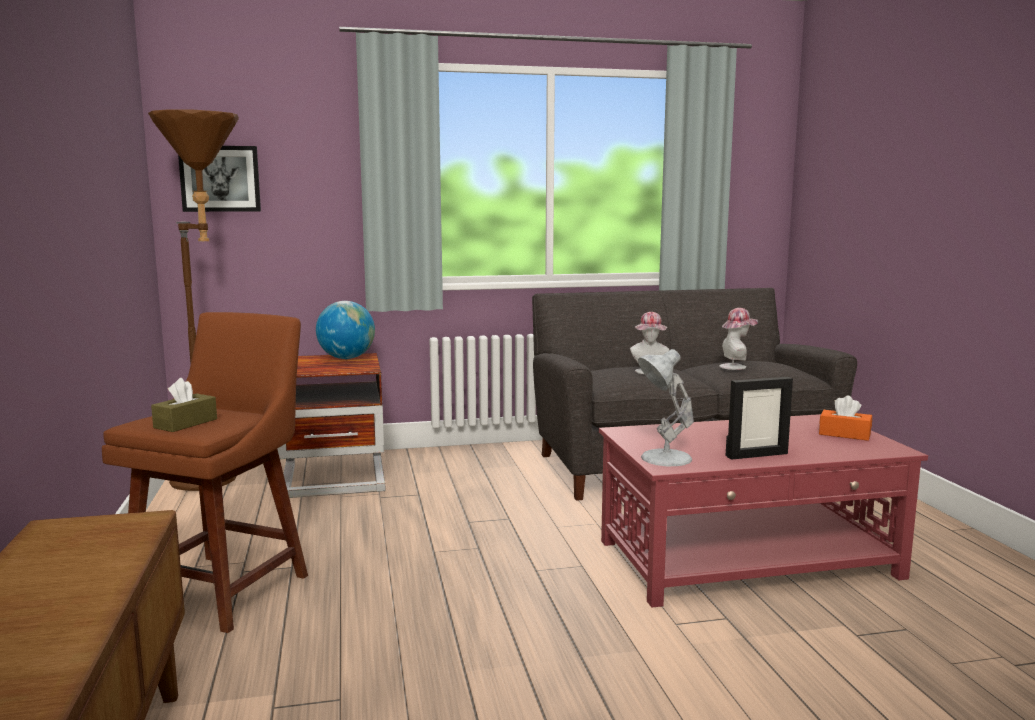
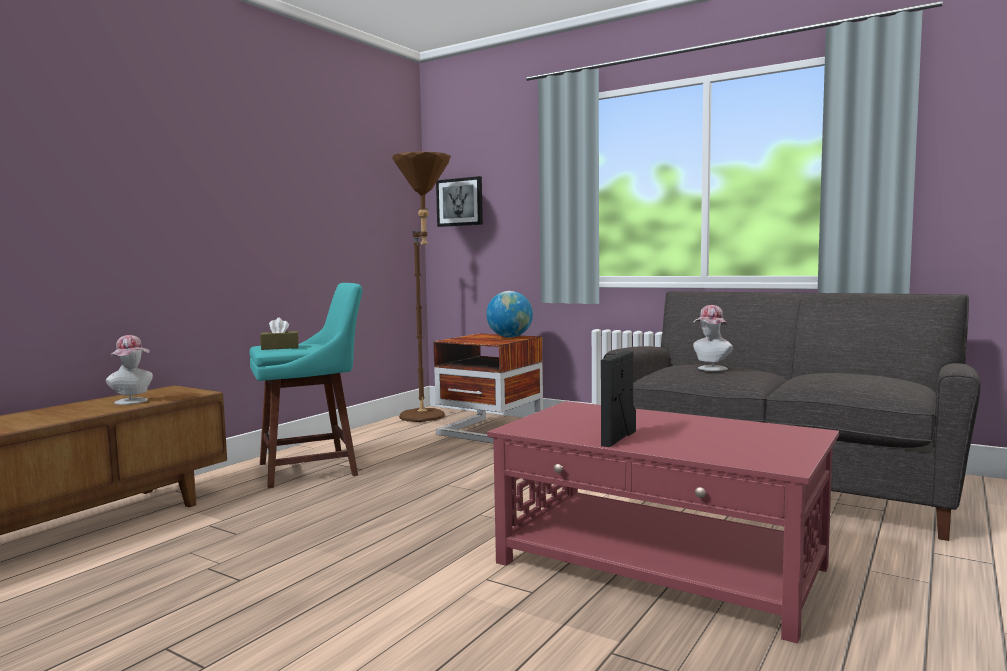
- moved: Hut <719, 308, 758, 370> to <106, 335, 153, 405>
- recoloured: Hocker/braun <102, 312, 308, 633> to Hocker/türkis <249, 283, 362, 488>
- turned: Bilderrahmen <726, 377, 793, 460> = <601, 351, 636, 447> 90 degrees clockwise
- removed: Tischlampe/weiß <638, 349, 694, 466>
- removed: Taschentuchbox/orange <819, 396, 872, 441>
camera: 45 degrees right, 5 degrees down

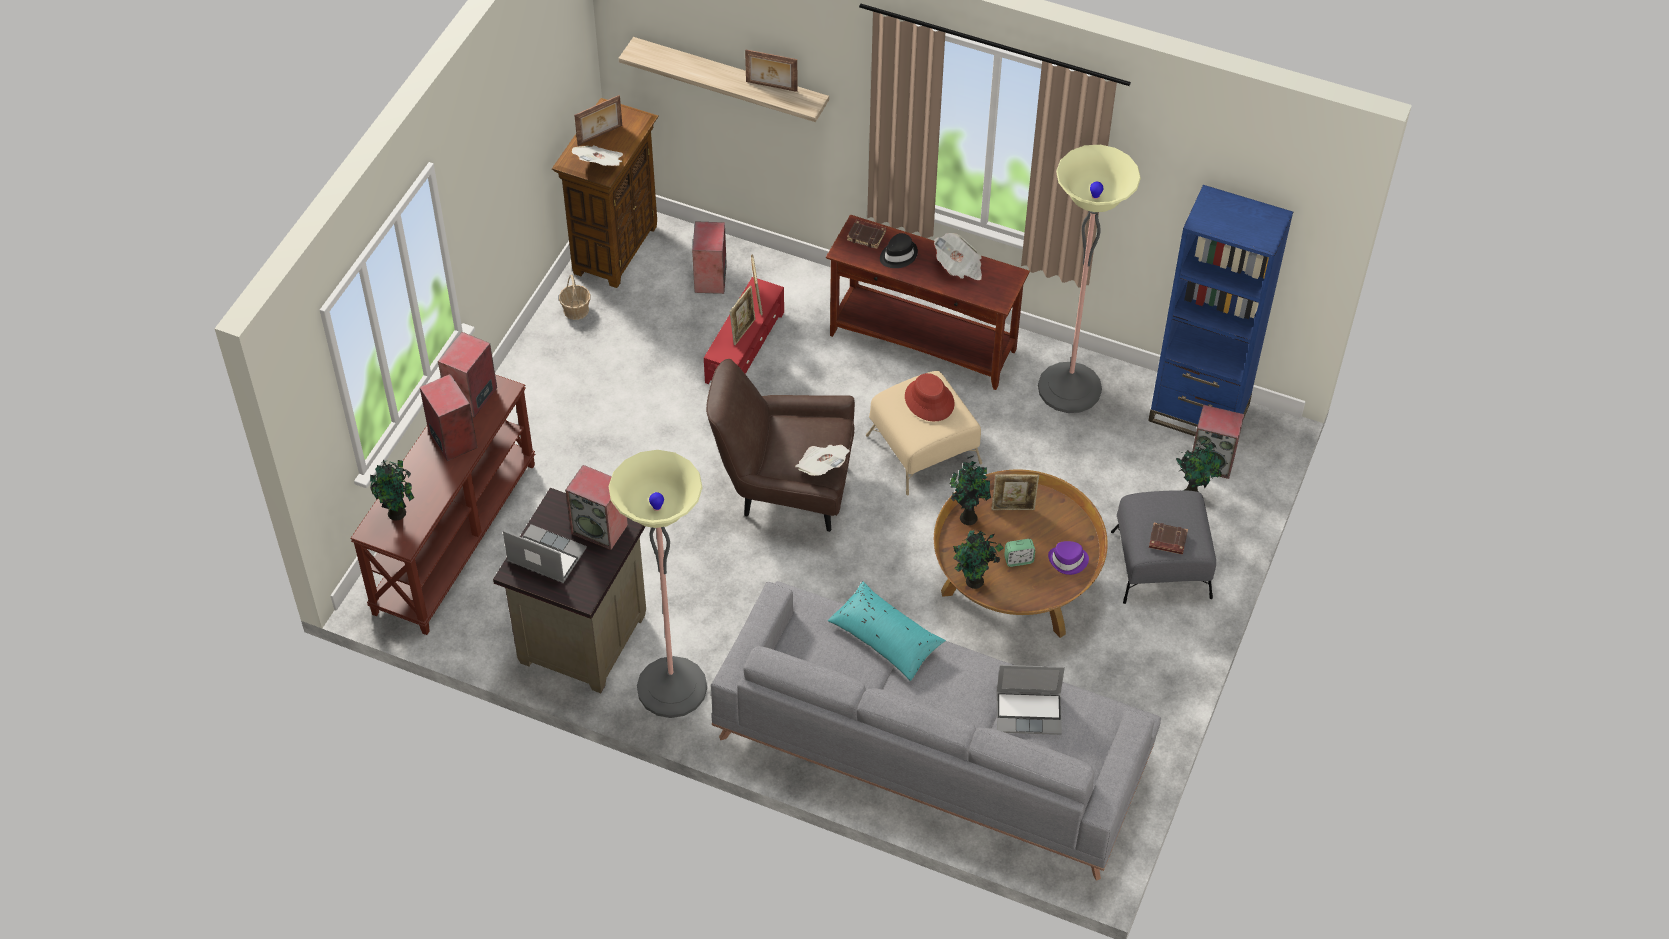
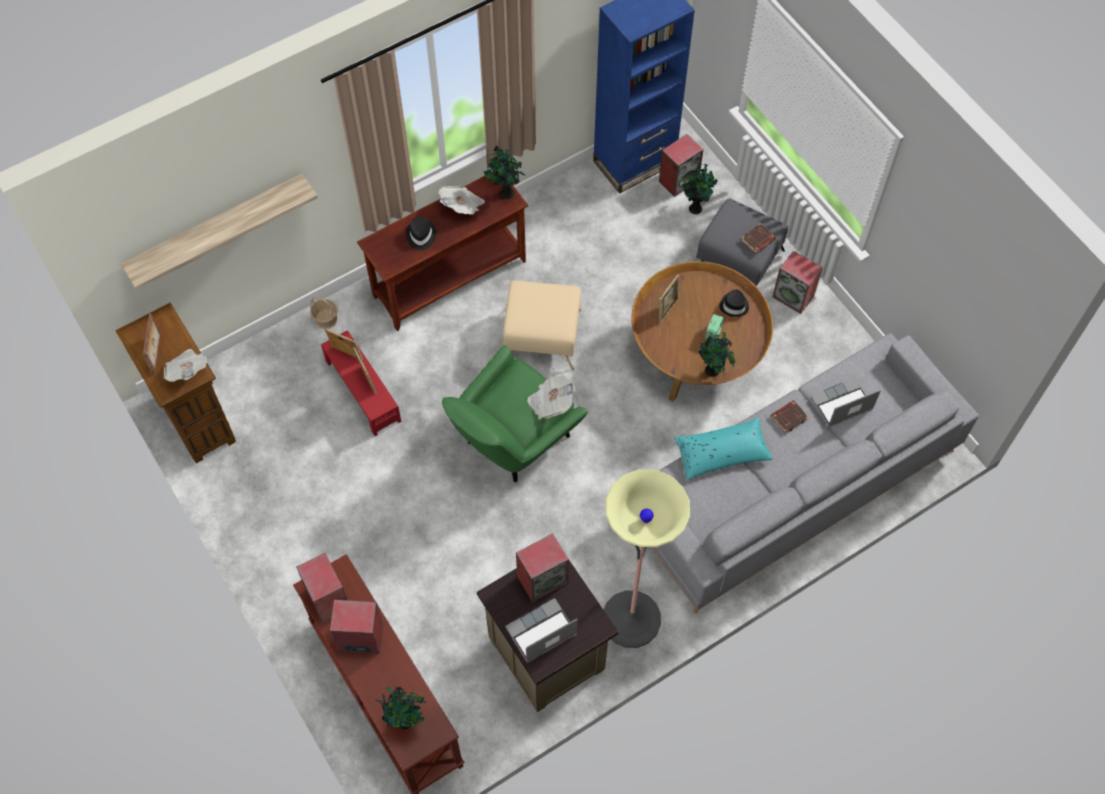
- moved: Korb <559, 275, 591, 320> to <310, 297, 338, 329>
- recoloured: Sessel/braun <706, 359, 855, 532> to Sessel/grün <442, 345, 588, 482>
- moved: Topfpflanze <950, 455, 991, 525> to <484, 146, 525, 199>
- recoloured: Hut/lila <1048, 541, 1089, 575> to Hut/schwarz <719, 289, 749, 317>
- moved: Buch/braun <847, 219, 886, 249> to <771, 400, 808, 434>
- moved: Lautsprecher <692, 221, 727, 294> to <772, 250, 823, 314>
- turned: Laptop <997, 665, 1065, 735> = <811, 378, 881, 427> 150 degrees counterclockwise
- removed: Bilderrahmen <745, 49, 797, 92>
- removed: Hut/rot <905, 373, 954, 421>
- removed: Stehlampe <1038, 144, 1141, 413>
camera: 55 degrees left, 10 degrees up

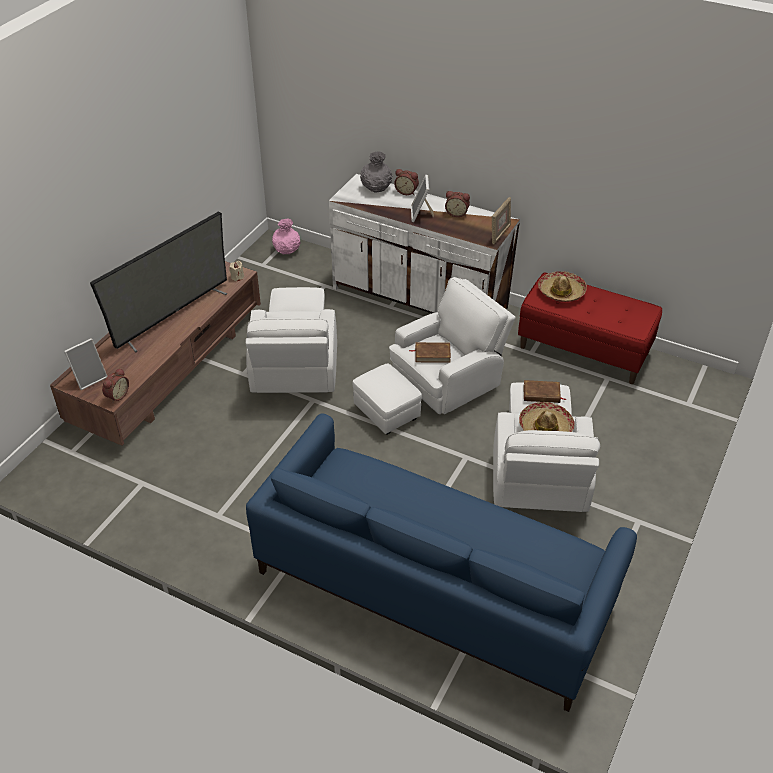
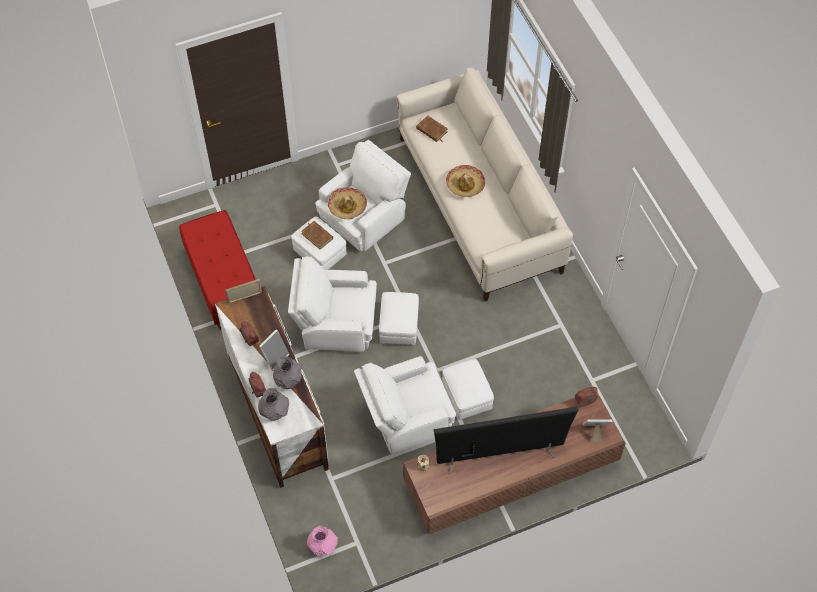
- added: Vase/grau <273, 356, 302, 389>
- turned: Sessel/weiß <246, 287, 337, 393> = <354, 356, 494, 454> 150 degrees counterclockwise
- recoloured: Sofa/blau <246, 413, 637, 712> to Sofa/beige <396, 67, 573, 301>
- moved: Buch/braun <410, 342, 451, 363> to <416, 116, 448, 143>
- moved: Hut <538, 271, 587, 302> to <446, 165, 485, 197>
camera: 140 degrees left, 15 degrees up

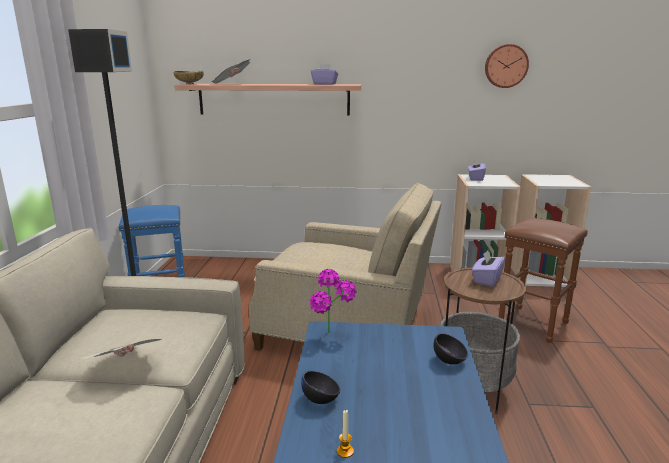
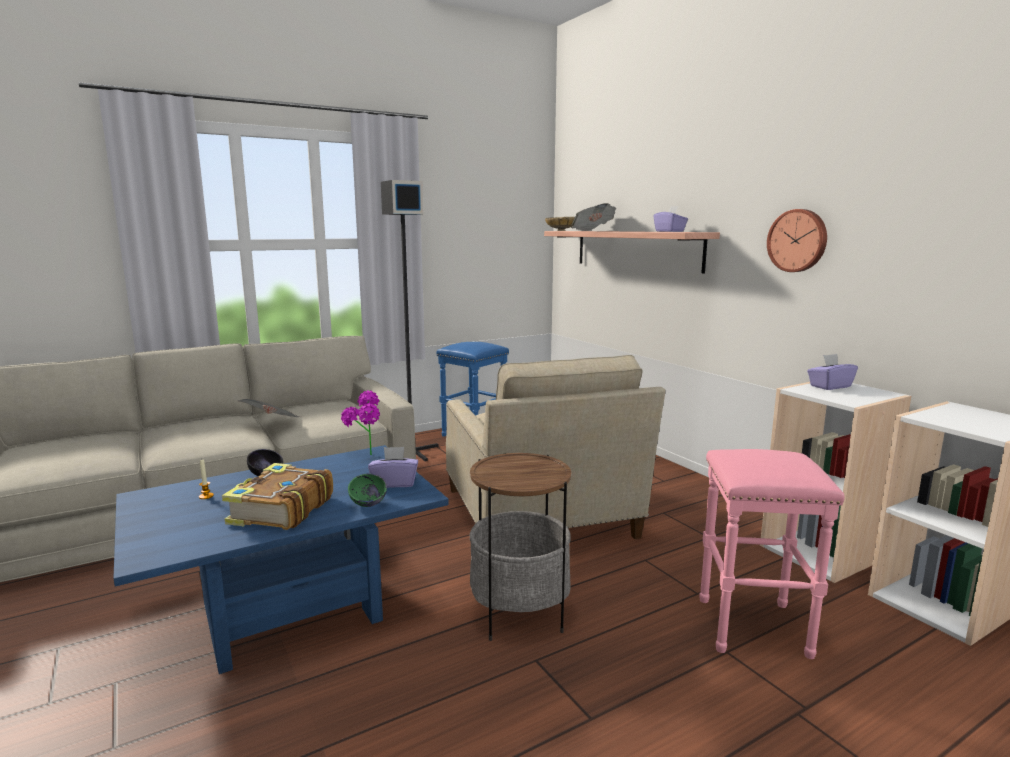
- added: Buch <222, 463, 333, 530>
- recoloured: Schüssel/schwarz <434, 333, 468, 365> to Schüssel/grün <348, 474, 387, 507>
- moved: Taschentuchbox/lila <472, 249, 505, 287> to <368, 447, 418, 488>
- recoloured: Hocker/braun <499, 218, 588, 343> to Hocker/rosa <699, 449, 845, 659>
- moved: Wanduhr <485, 44, 529, 88> to <767, 209, 827, 272>
camera: 55 degrees right, 5 degrees down

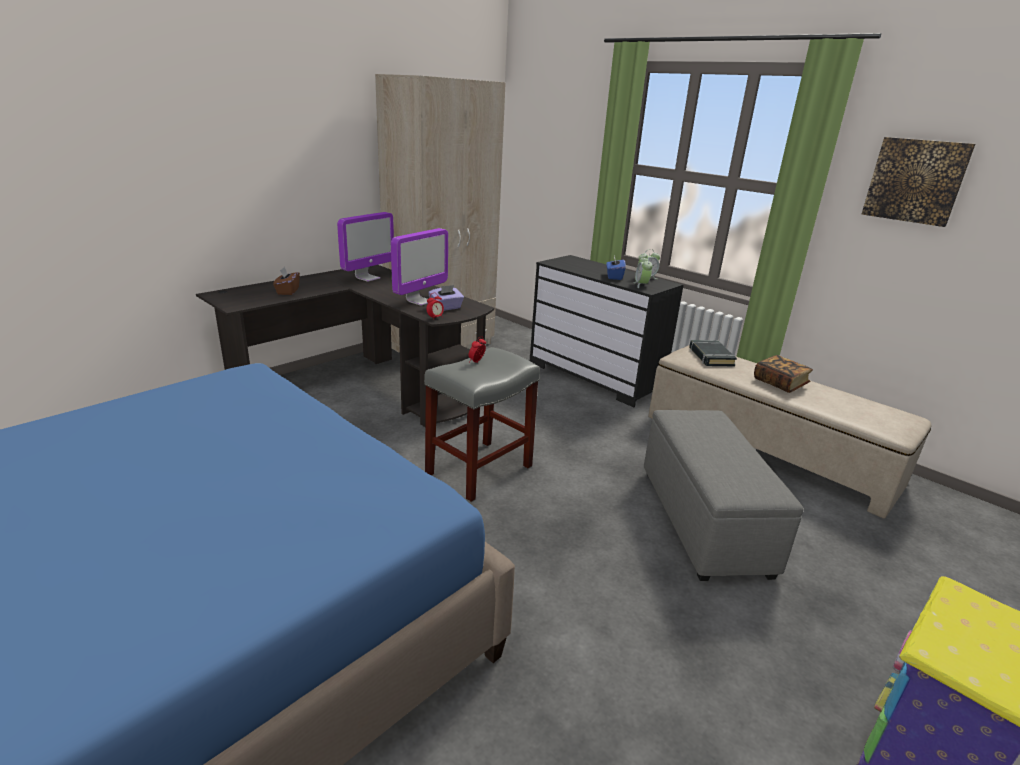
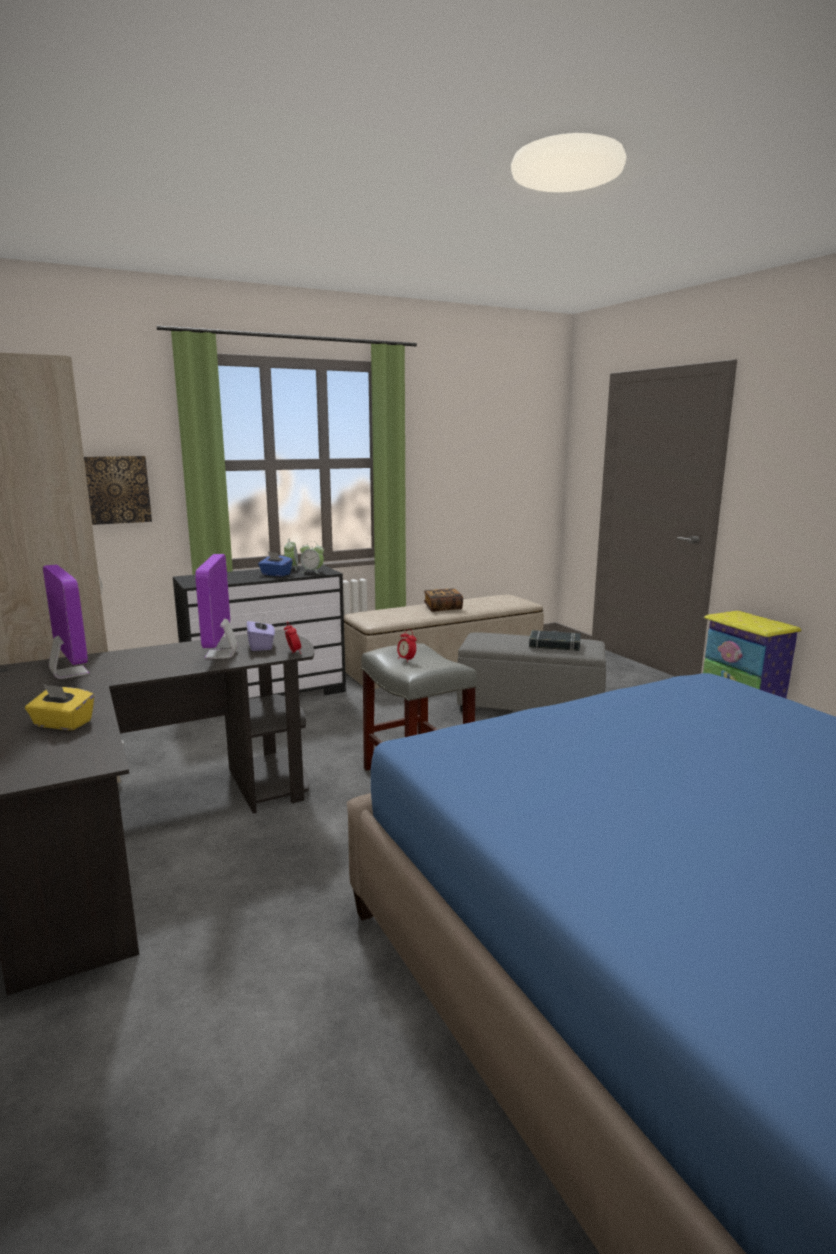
- recoloured: Taschentuchbox/braun <273, 267, 300, 295> to Taschentuchbox/gelb <25, 684, 94, 730>
- moved: Bild <862, 137, 975, 227> to <84, 456, 152, 525>
- turned: Monitor <391, 228, 448, 306> = <195, 554, 238, 659> 150 degrees counterclockwise
- moved: Buch/schwarz <689, 340, 737, 366> to <529, 630, 581, 651>
camera: 70 degrees left, 10 degrees down

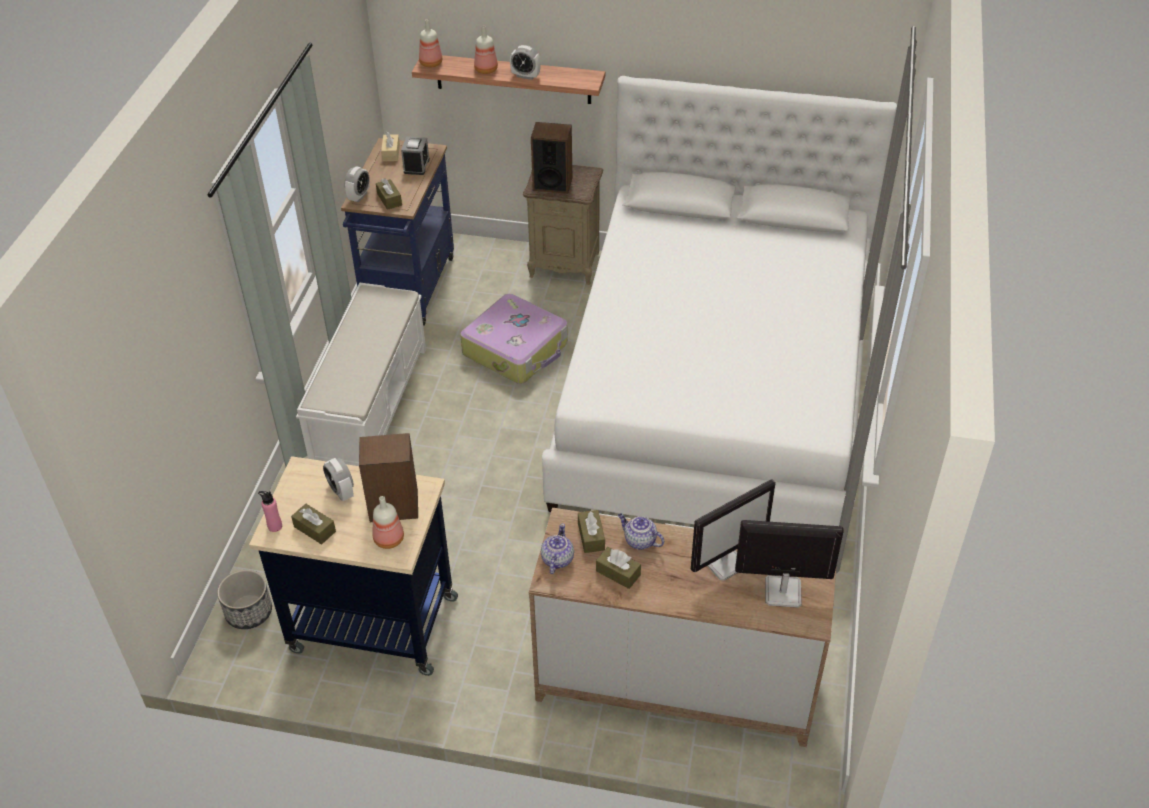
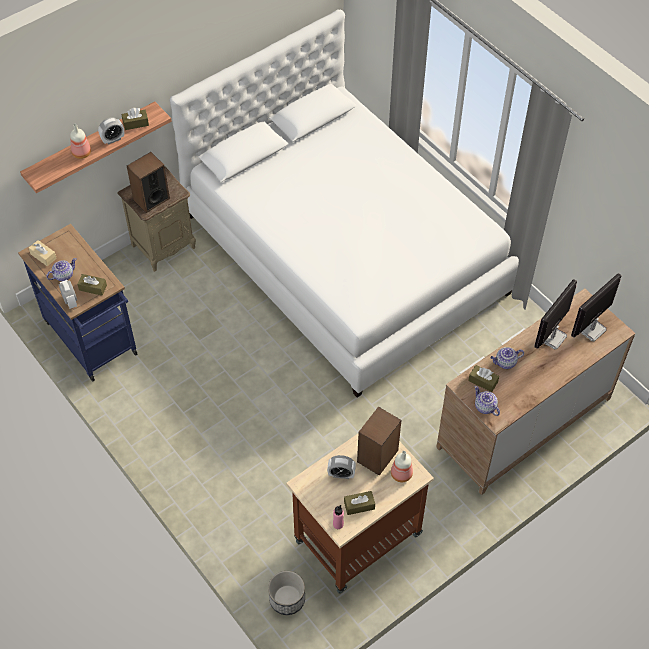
- added: Teekanne <46, 258, 76, 281>
- moved: Taschentuchbox/braun <596, 547, 641, 589> to <122, 108, 149, 130>
- recoloured: Rollwagen/blau <249, 456, 458, 676> to Rollwagen/braun <286, 434, 434, 594>
- turned: Monitor <691, 479, 776, 581> = <534, 279, 577, 350> 150 degrees counterclockwise
- removed: Bank/weiß <296, 283, 426, 466>
- removed: Wecker <401, 136, 430, 175>
- removed: Flasche <419, 19, 442, 67>
- removed: Koffer <460, 294, 568, 384>
camera: 50 degrees left, 10 degrees up

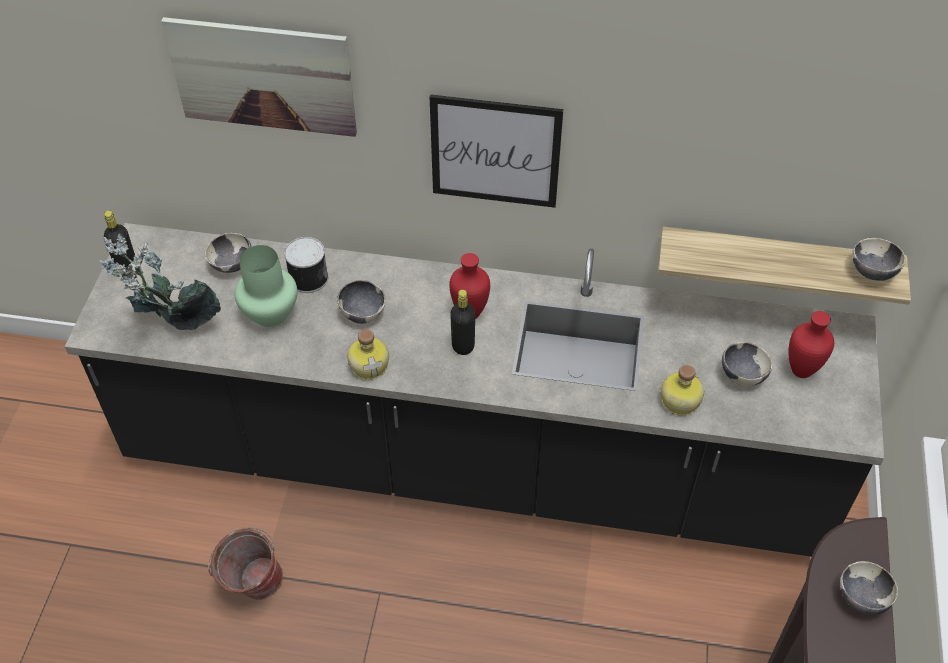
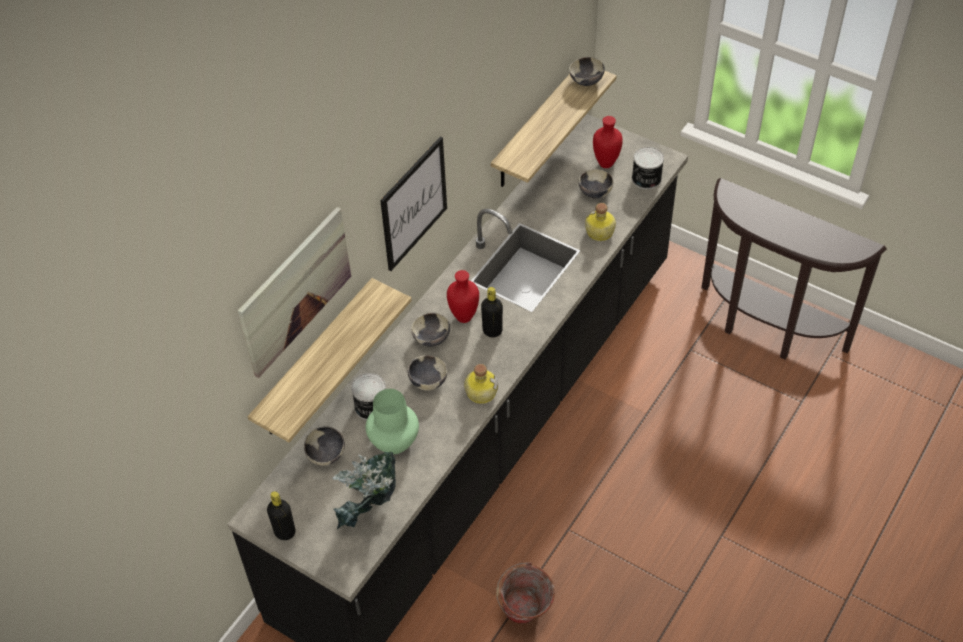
- added: Wandregal <248, 278, 412, 442>
- moved: Schüssel <840, 561, 898, 615> to <411, 313, 450, 347>
- added: Dose <632, 147, 664, 190>
camera: 65 degrees left, 0 degrees up

